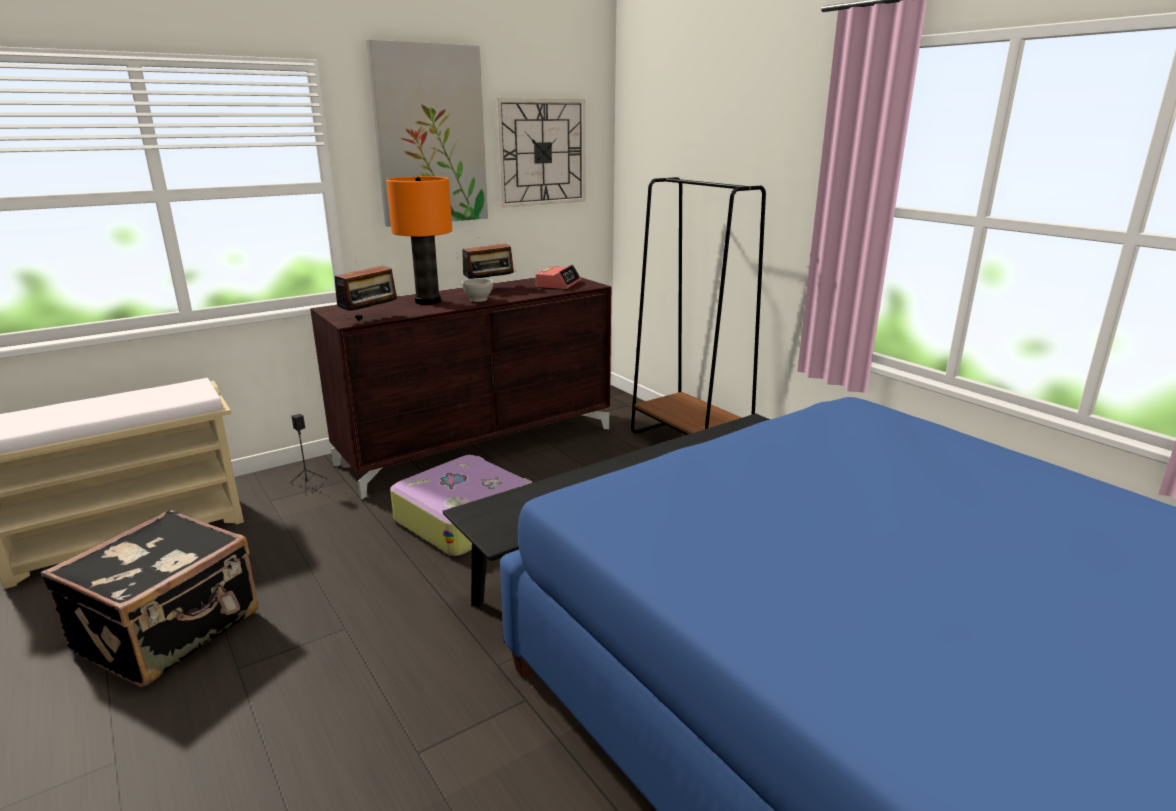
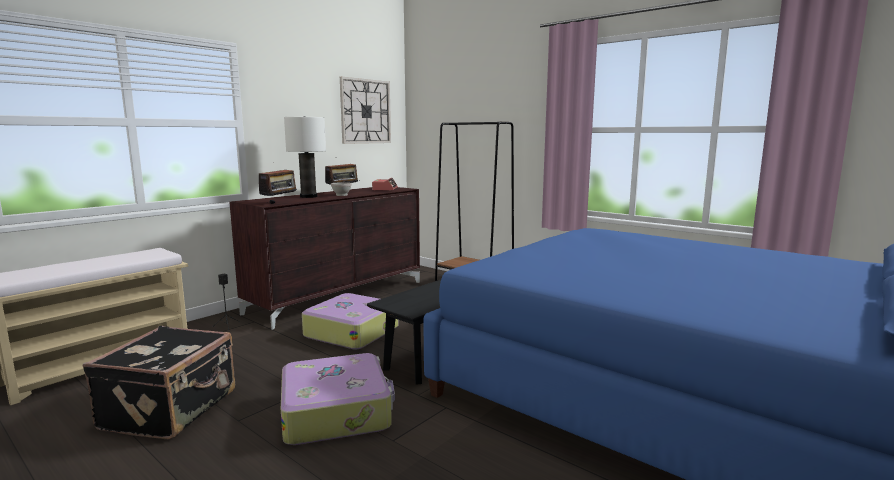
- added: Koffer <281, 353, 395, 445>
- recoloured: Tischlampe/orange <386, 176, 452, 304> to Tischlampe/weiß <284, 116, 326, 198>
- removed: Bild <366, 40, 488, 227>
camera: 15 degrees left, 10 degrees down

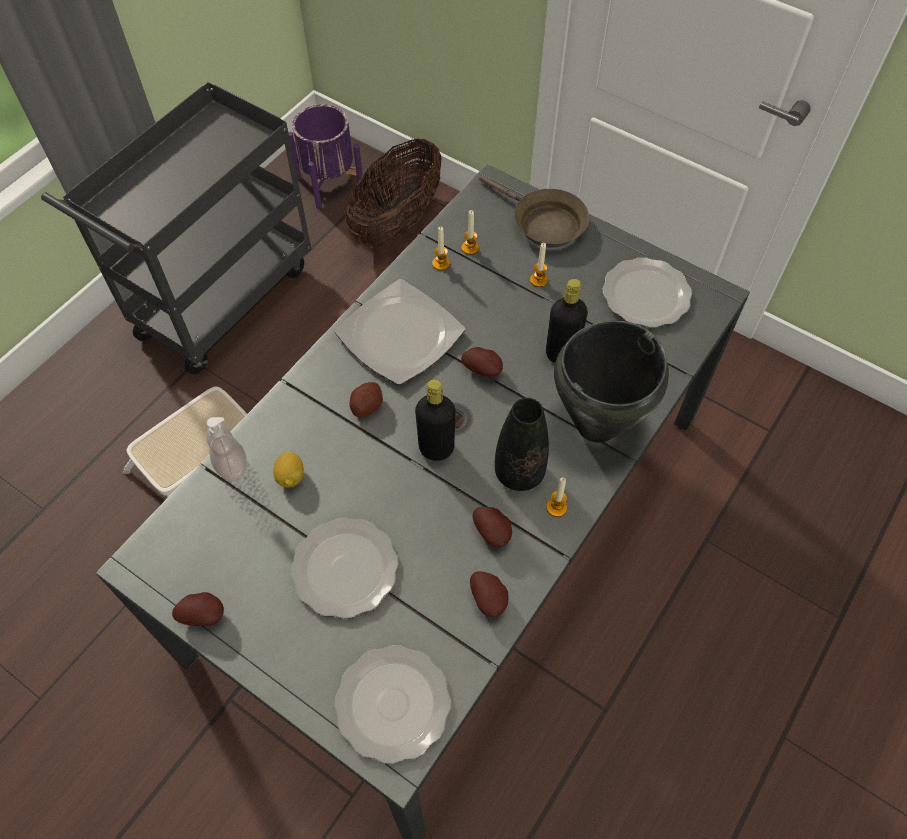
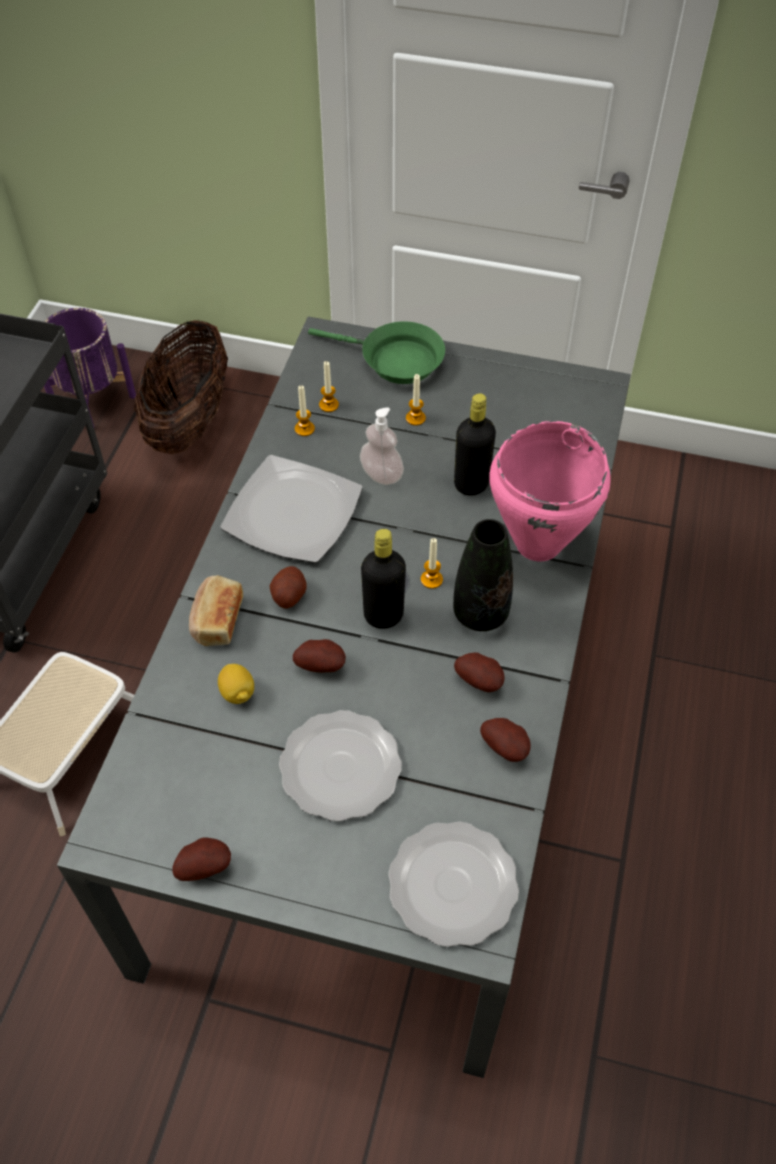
- added: Brot <189, 575, 243, 646>
- moved: Kartoffel <461, 347, 503, 377> to <293, 639, 346, 673>
- recoloured: Pfanne/braun <479, 175, 589, 248> to Pfanne/grün <308, 321, 445, 384>
- moved: Seifenspender <207, 417, 247, 482> to <360, 408, 404, 485>
- moved: Kerze <546, 477, 567, 517> to <421, 538, 443, 589>
- recoloured: Kochtopf/schwarz <554, 321, 669, 443> to Kochtopf/rosa <489, 421, 610, 562>
- removed: Teller <602, 257, 692, 327>
camera: 20 degrees left, 5 degrees down

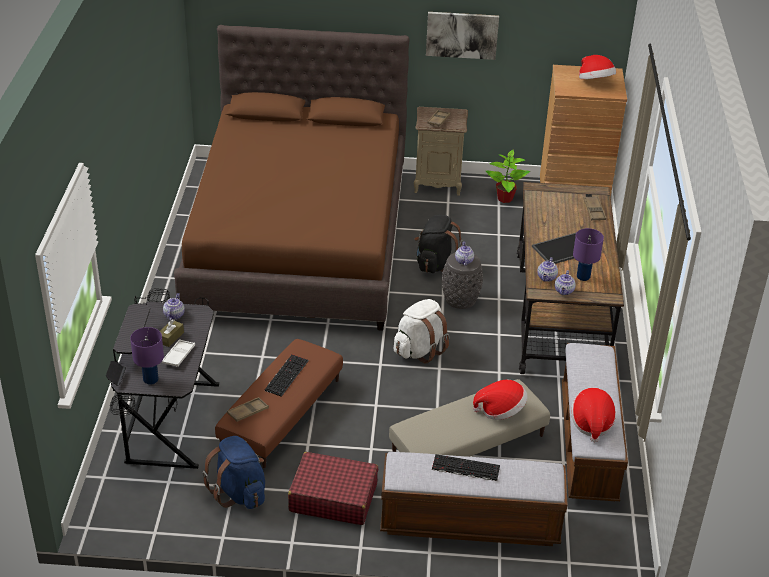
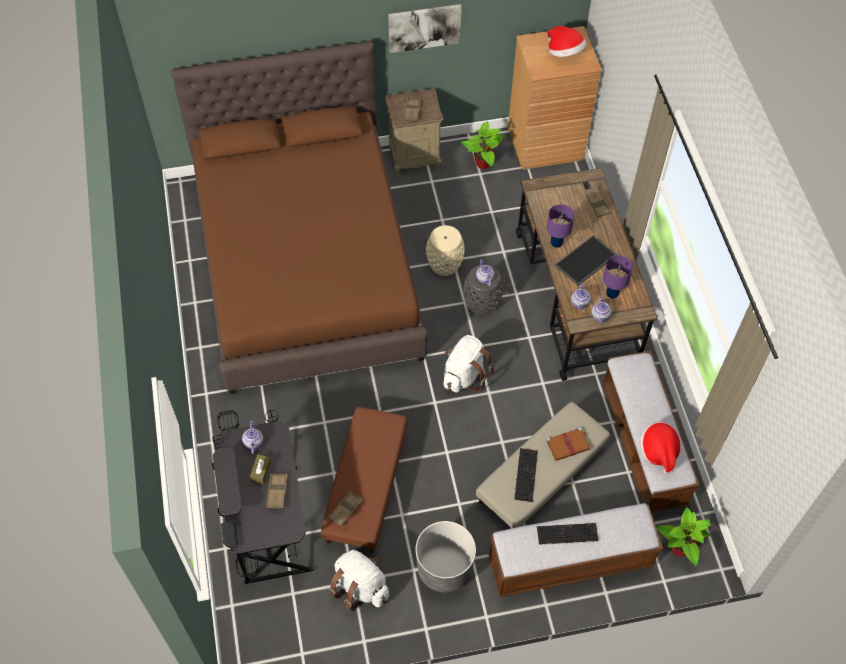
- recoloured: Tablett/weiß <162, 339, 195, 367> to Tablett/braun <266, 473, 288, 509>
- recoloured: Rucksack/blau <203, 436, 265, 509> to Rucksack/weiß <329, 550, 389, 611>
- replaced: Koffer/rot <288, 452, 378, 525> to Pflanzkübel/grau <415, 521, 476, 592>
- replaced: Rucksack/schwarz <414, 215, 463, 273> to Hocker/beige <426, 225, 465, 276>
- moved: Tastatur <264, 354, 309, 397> to <514, 448, 538, 502>
- replaced: Hut <473, 380, 528, 420> to Buch/braun <546, 428, 590, 461>
- moved: Tischlampe/lila <130, 327, 164, 385> to <547, 204, 575, 248>
- added: Topfpflanze <656, 507, 711, 566>
camera: 15 degrees left, 20 degrees up

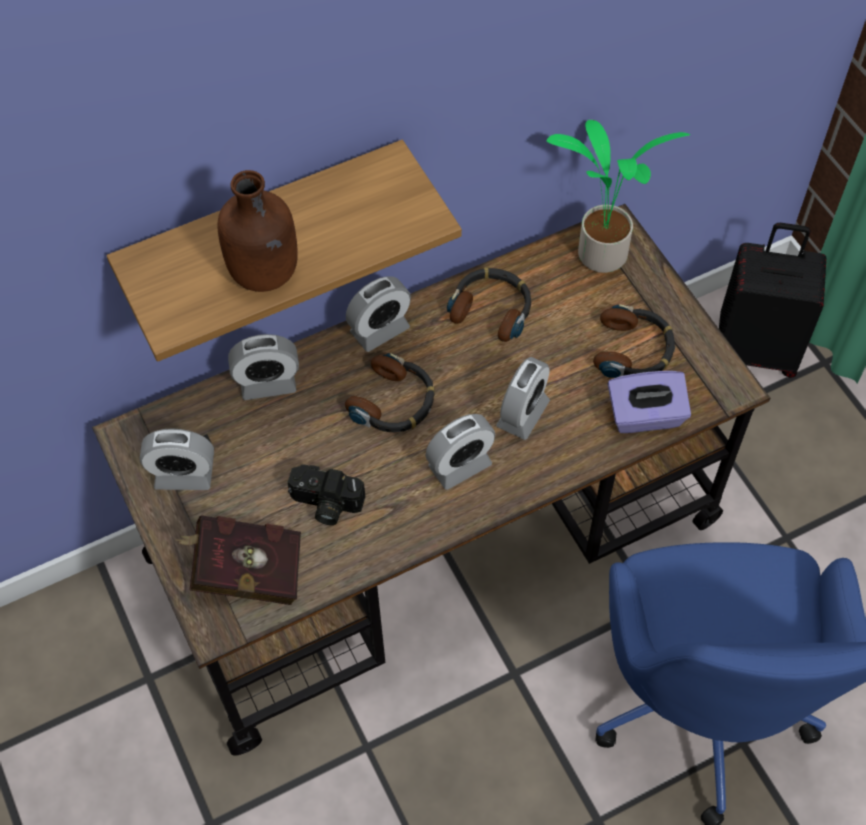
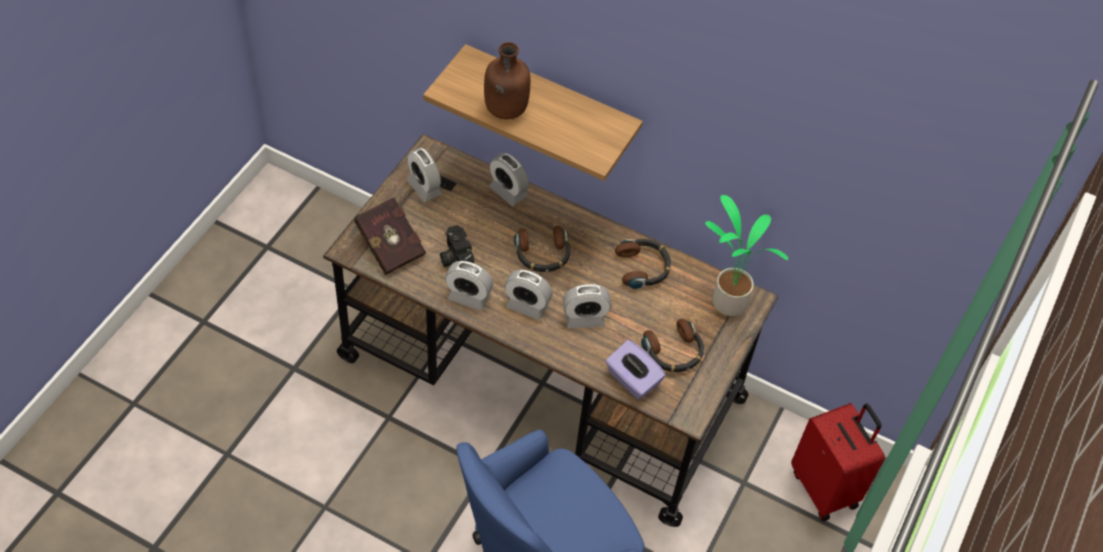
- moved: Wecker <346, 276, 411, 352> to <445, 261, 493, 311>
- recoloured: Koffer/schwarz <719, 223, 826, 378> to Koffer/rot <791, 403, 885, 521>
camera: 50 degrees right, 5 degrees down

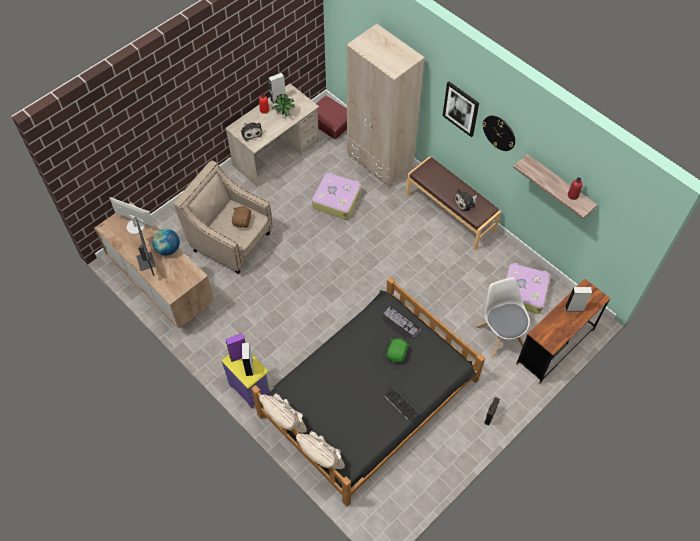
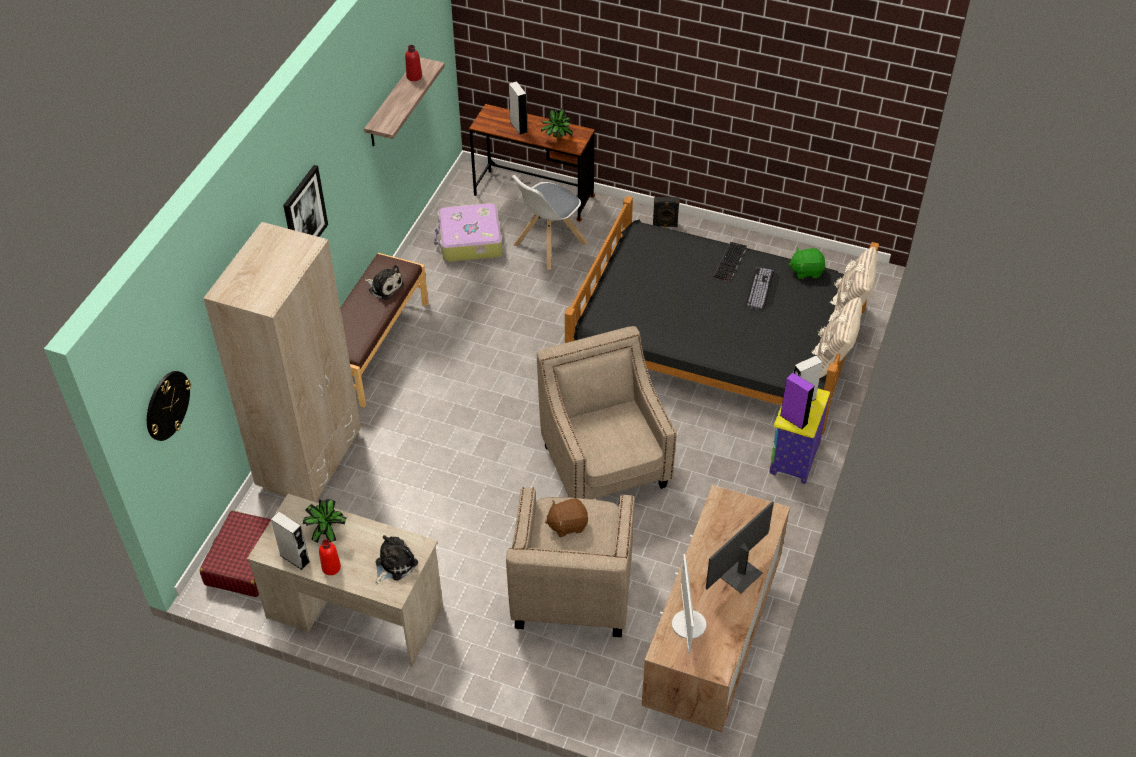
- moved: Wanduhr <482, 115, 515, 151> to <147, 371, 191, 441>
- added: Sessel/beige <537, 326, 677, 499>
- added: Topfpflanze <541, 109, 573, 141>
- moved: Tastatur <382, 306, 421, 338> to <745, 267, 780, 311>
- moved: Plüschtier/grün <387, 338, 410, 363> to <788, 248, 825, 279>
- removed: Globus <152, 229, 180, 255>
- removed: Koffer <312, 172, 362, 219>
camera: 115 degrees left, 10 degrees down

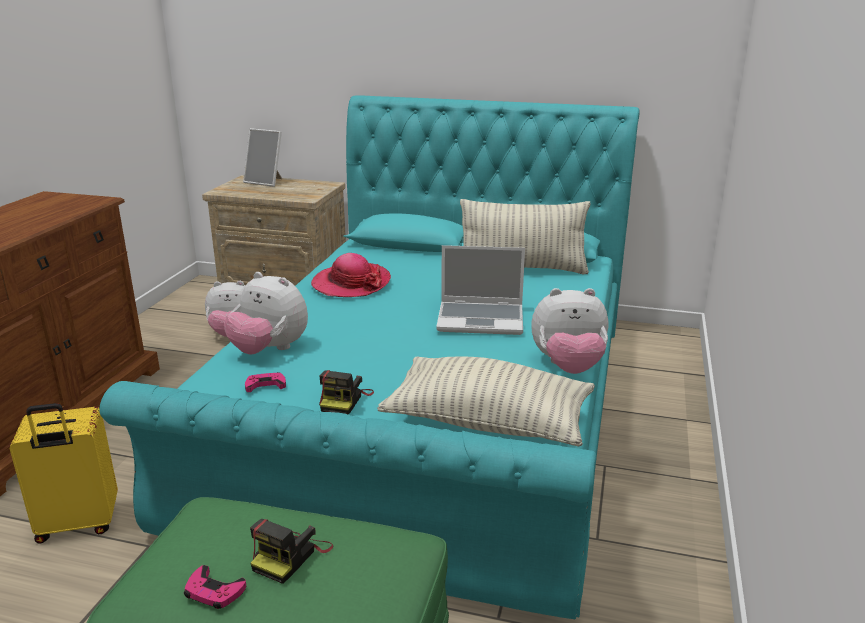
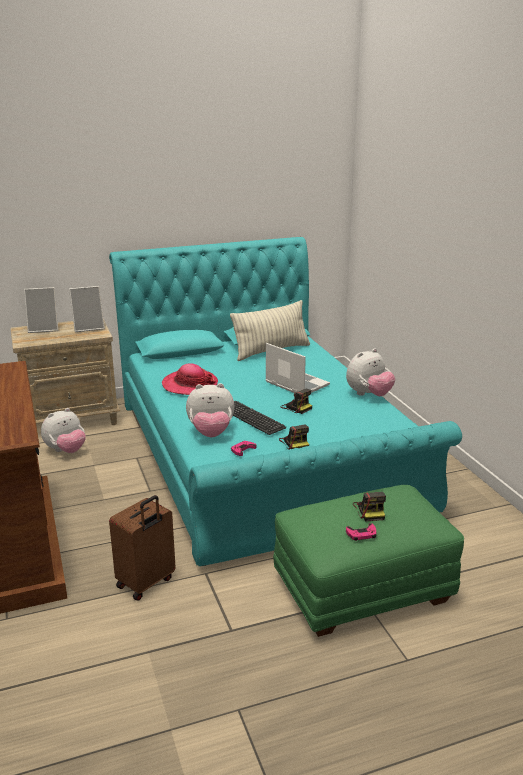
- added: Bilderrahmen <69, 286, 105, 332>
- recoloured: Koffer/gelb <9, 403, 118, 544> to Koffer/braun <109, 495, 176, 601>
- added: Tastatur <233, 401, 286, 435>
- turned: Laptop <436, 245, 525, 335> = <266, 343, 330, 393> 105 degrees counterclockwise
- added: Kamera <281, 388, 312, 414>
- removed: Kissen <377, 356, 595, 447>
camera: 35 degrees left, 0 degrees up

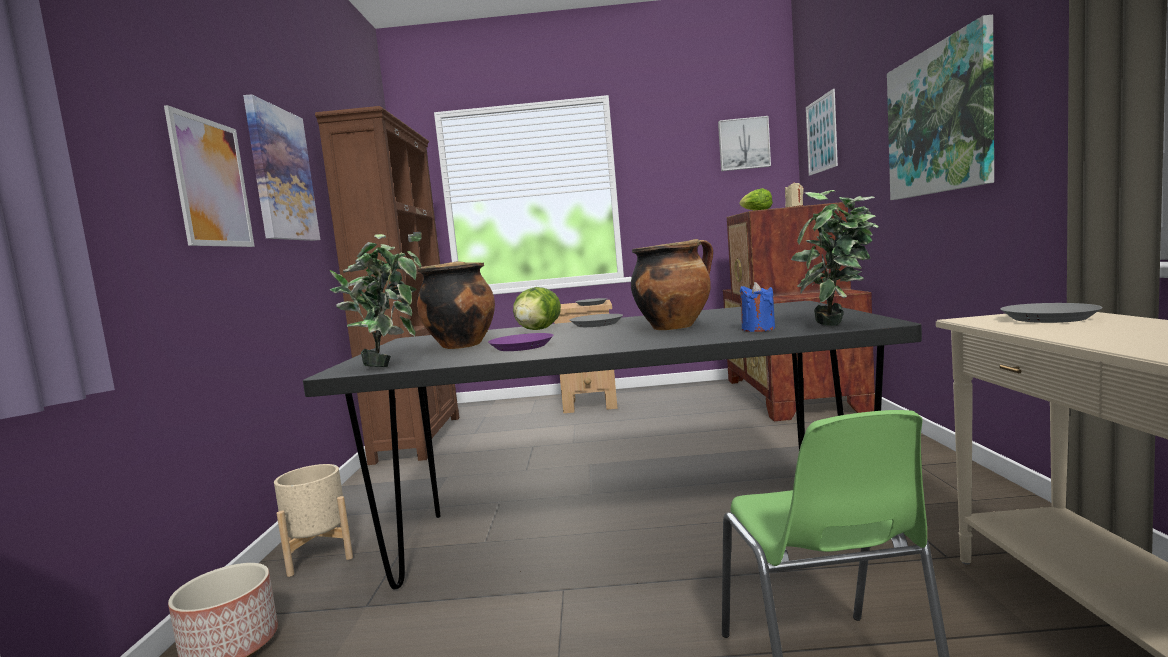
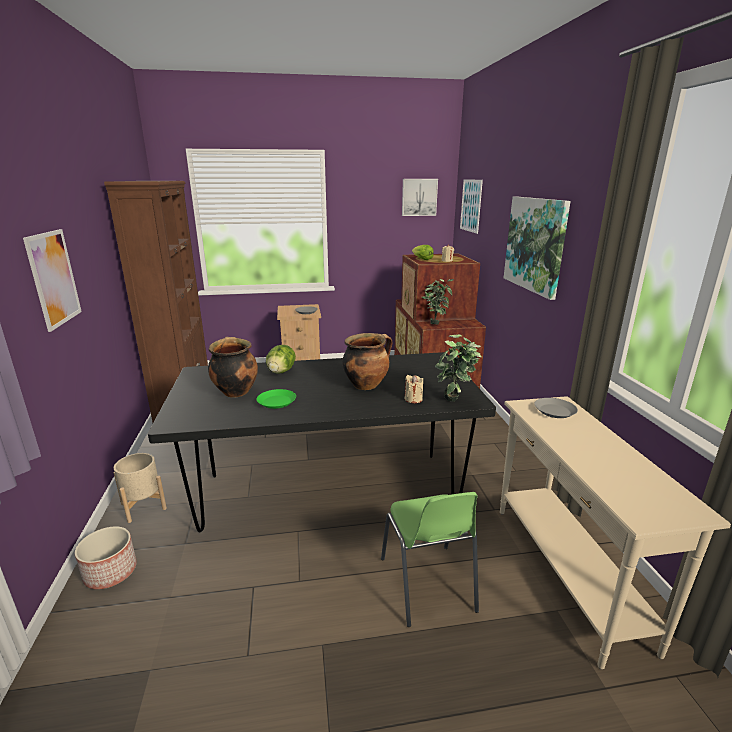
- recoloured: Teller/lila <488, 333, 553, 351> to Teller/grün <257, 389, 296, 409>
- recoloured: Kerze/blau <740, 282, 775, 332> to Kerze/beige <404, 375, 423, 403>
- moved: Topfpflanze <330, 232, 422, 367> to <422, 279, 454, 324>
- removed: Bild <243, 94, 320, 241>
- removed: Teller/grau <570, 314, 623, 327>
camera: 10 degrees left, 15 degrees up

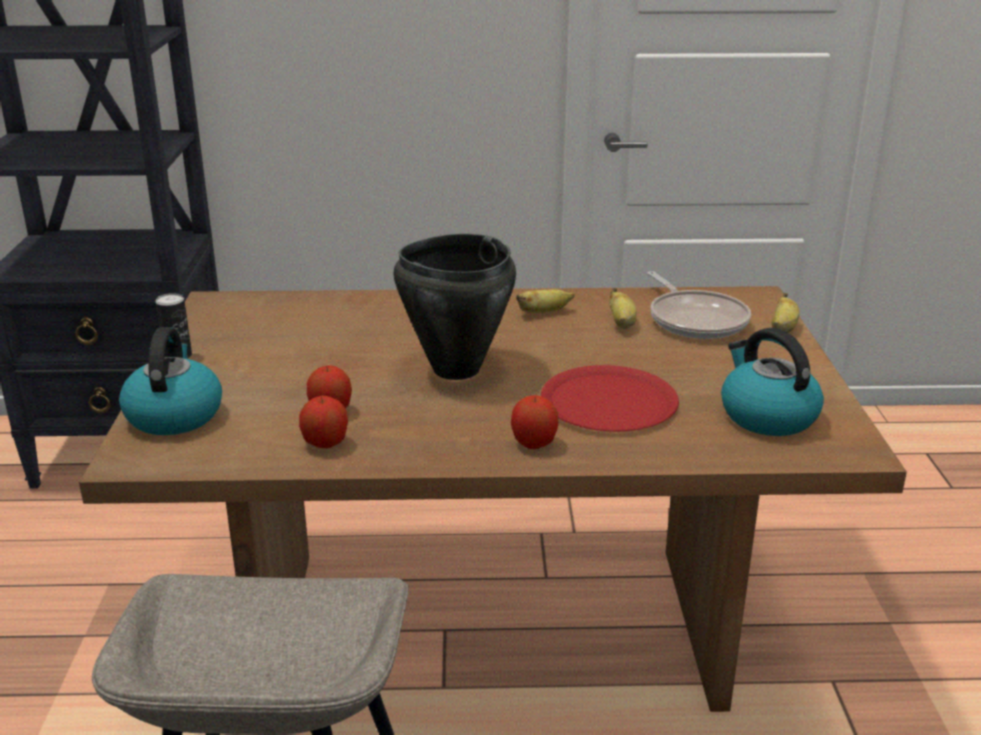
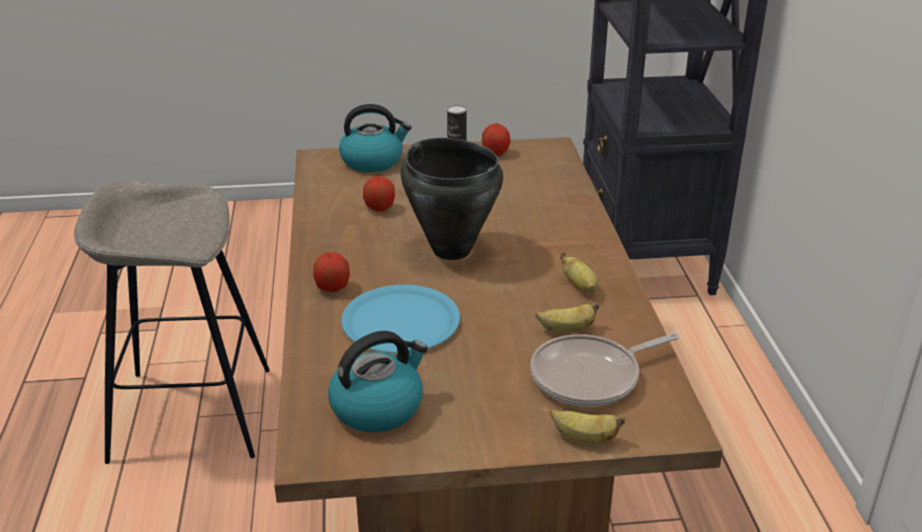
- recoloured: Teller/rot <541, 365, 679, 432> to Teller/blau <341, 285, 460, 353>
- moved: Apfel <299, 396, 348, 448> to <482, 124, 511, 156>
camera: 85 degrees right, 5 degrees up

